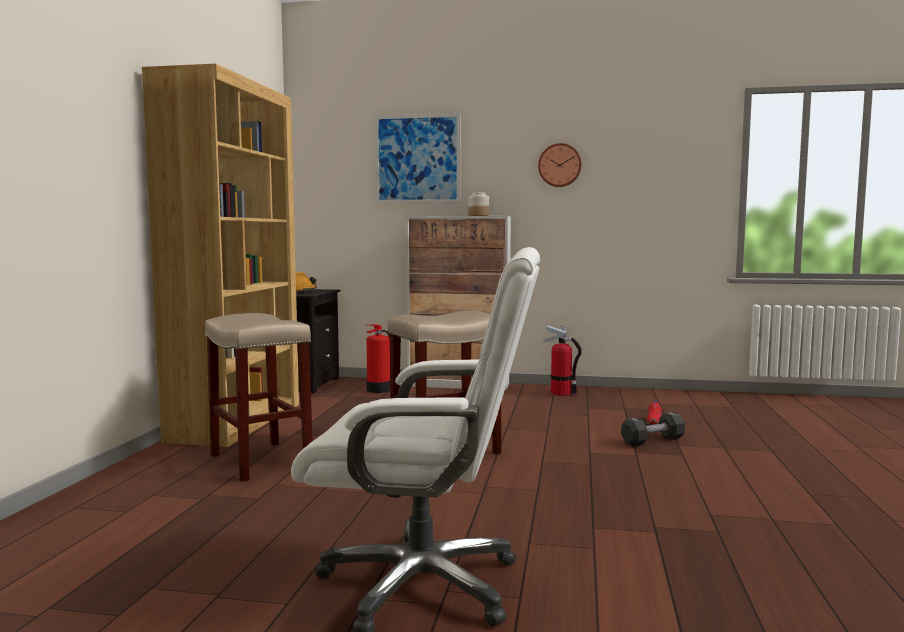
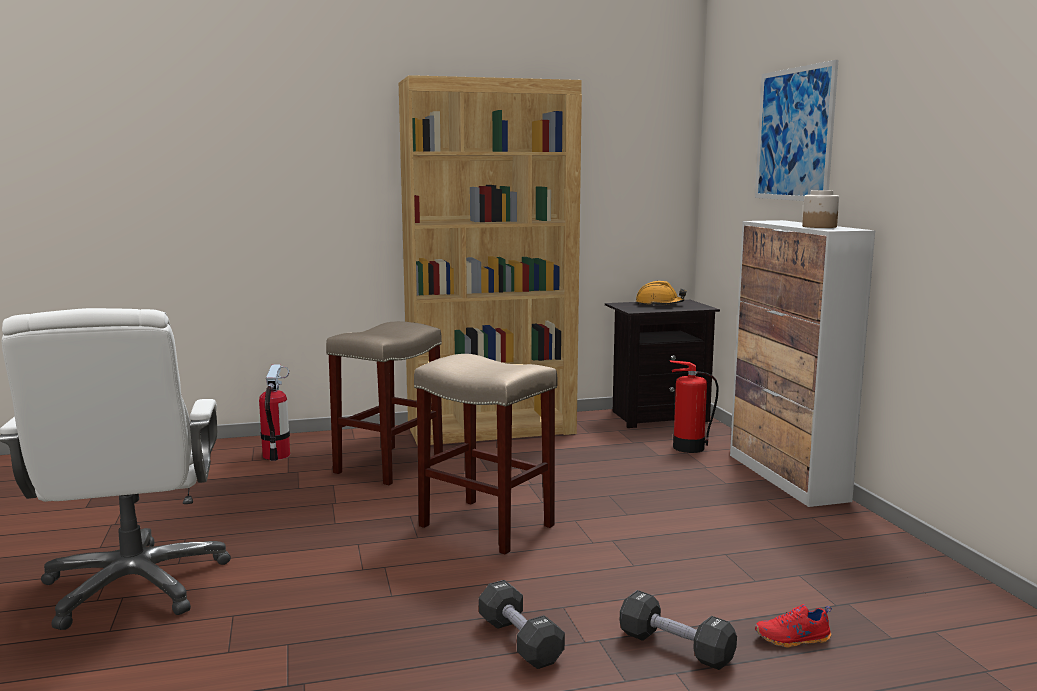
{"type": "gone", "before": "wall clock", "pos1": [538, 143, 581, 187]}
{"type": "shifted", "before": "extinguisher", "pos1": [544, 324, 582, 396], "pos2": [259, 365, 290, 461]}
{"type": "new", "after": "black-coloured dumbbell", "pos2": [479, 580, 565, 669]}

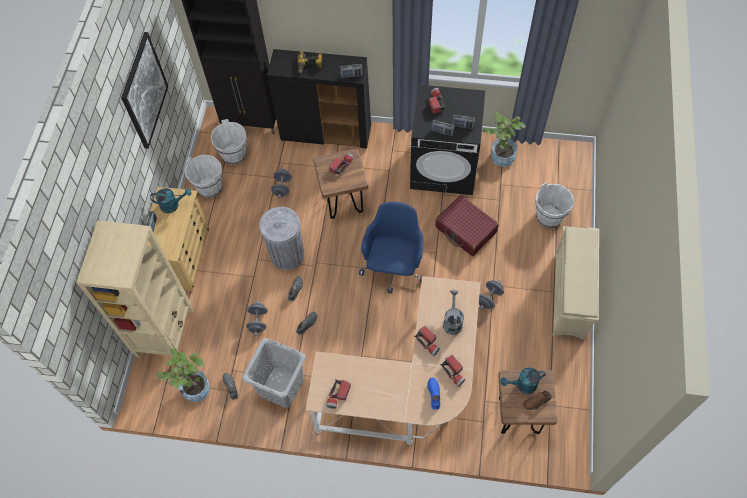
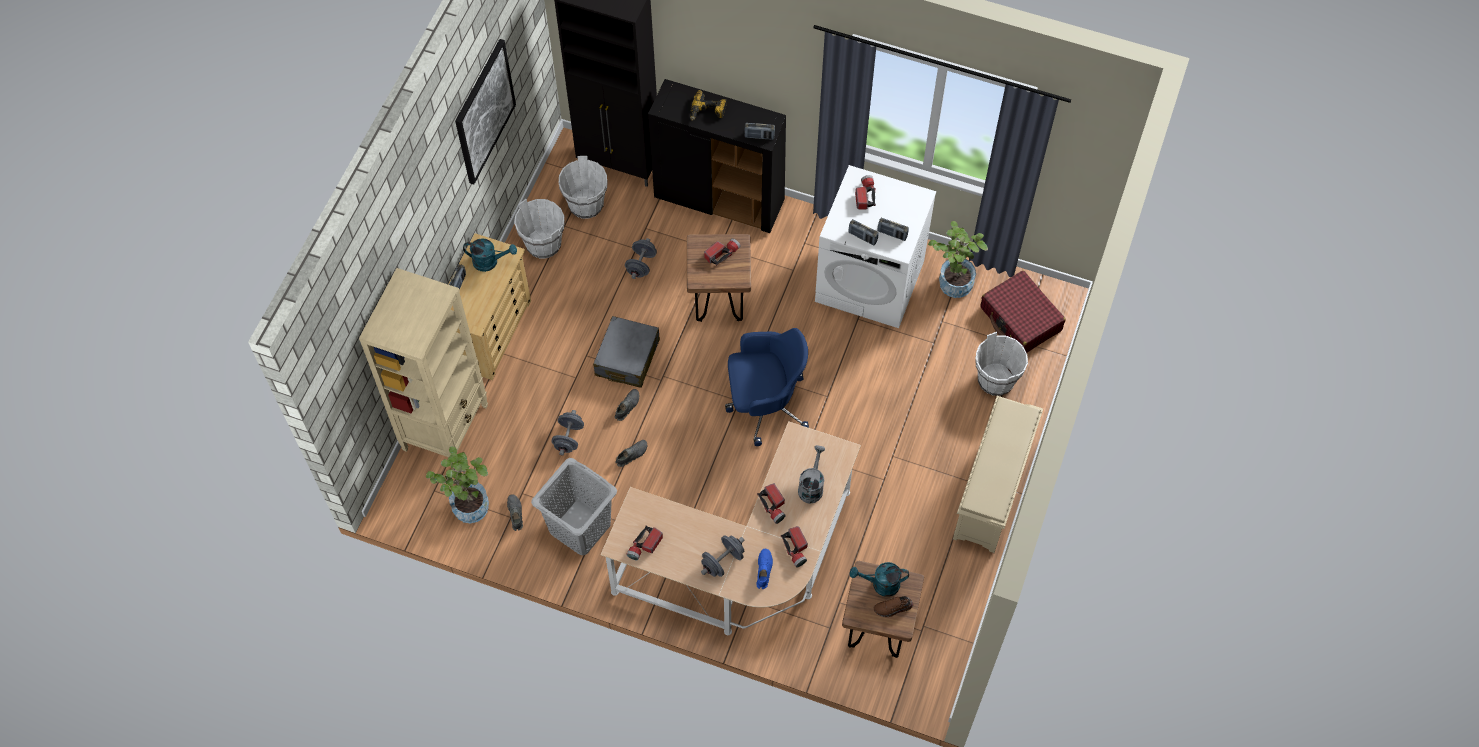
{"type": "repainted", "before": "black-coloured laundry appliance", "after": "white-coloured laundry appliance", "pos1": [410, 85, 485, 195], "pos2": [815, 165, 936, 328]}
{"type": "shifted", "before": "red piece of luggage", "pos1": [435, 195, 499, 256], "pos2": [981, 271, 1066, 353]}
{"type": "rotated", "before": "blue-coloured computer chair", "pos1": [359, 202, 424, 293], "pos2": [725, 328, 809, 446], "turn": 60}
{"type": "swapped", "before": "grey waste bin", "after": "grey piece of luggage", "pos1": [259, 207, 304, 270], "pos2": [593, 316, 660, 388]}
{"type": "shifted", "before": "grey dumbbell", "pos1": [479, 280, 504, 310], "pos2": [701, 535, 745, 577]}

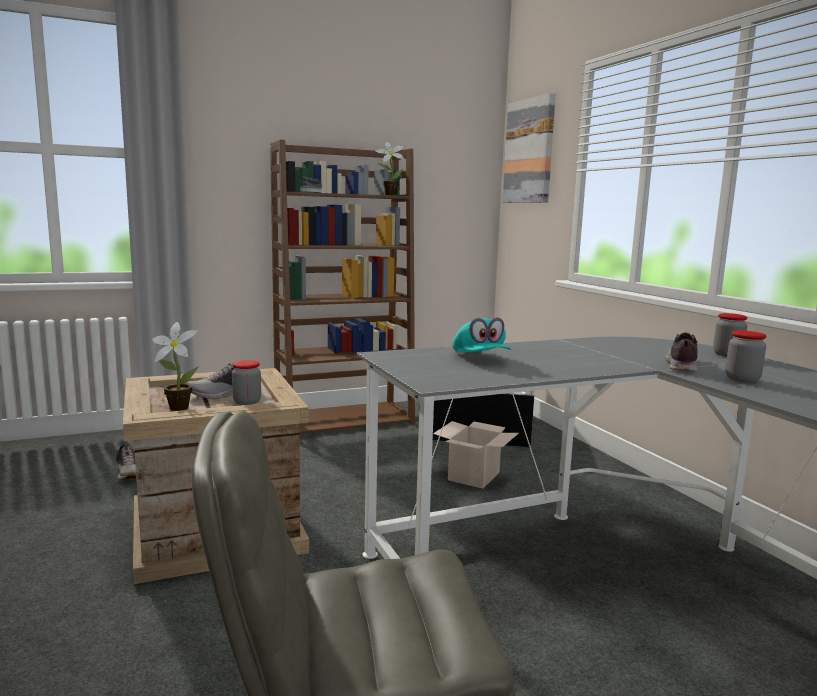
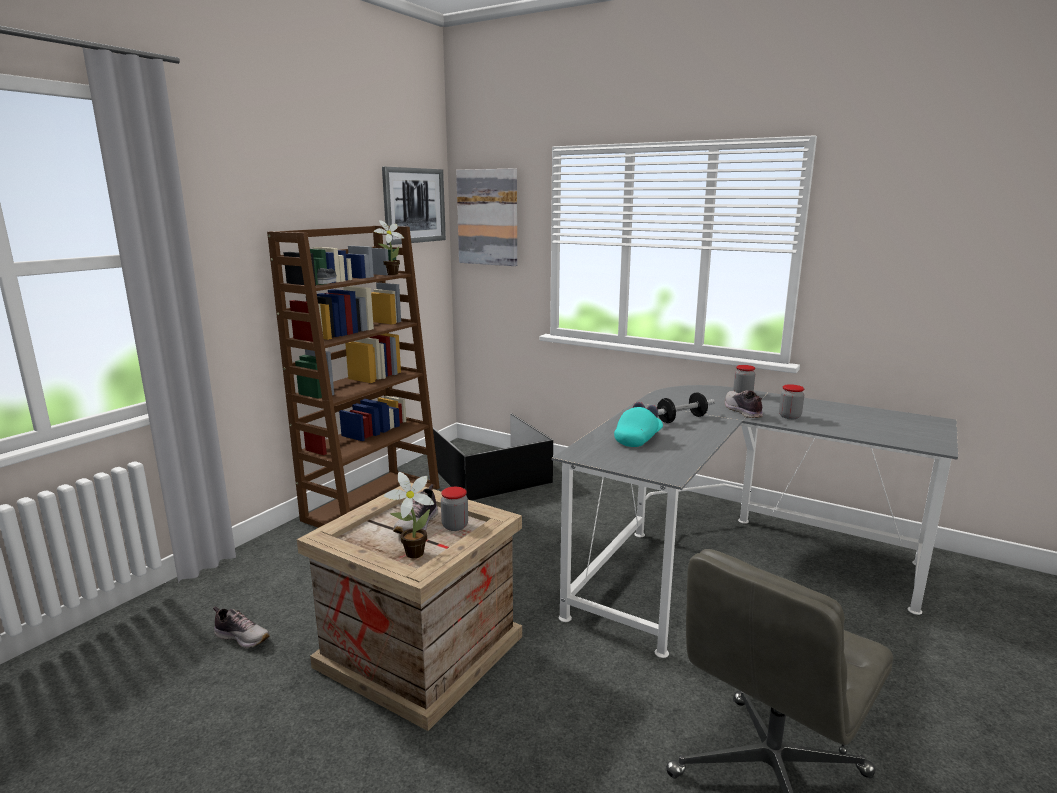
{"type": "rotated", "before": "turquoise baseball cap", "pos1": [452, 317, 511, 352], "pos2": [614, 402, 663, 447], "turn": -90}
{"type": "gone", "before": "carton", "pos1": [433, 421, 519, 489]}
{"type": "new", "after": "wall picture", "pos2": [382, 167, 446, 245]}
{"type": "new", "after": "dumbbell", "pos2": [657, 392, 715, 423]}

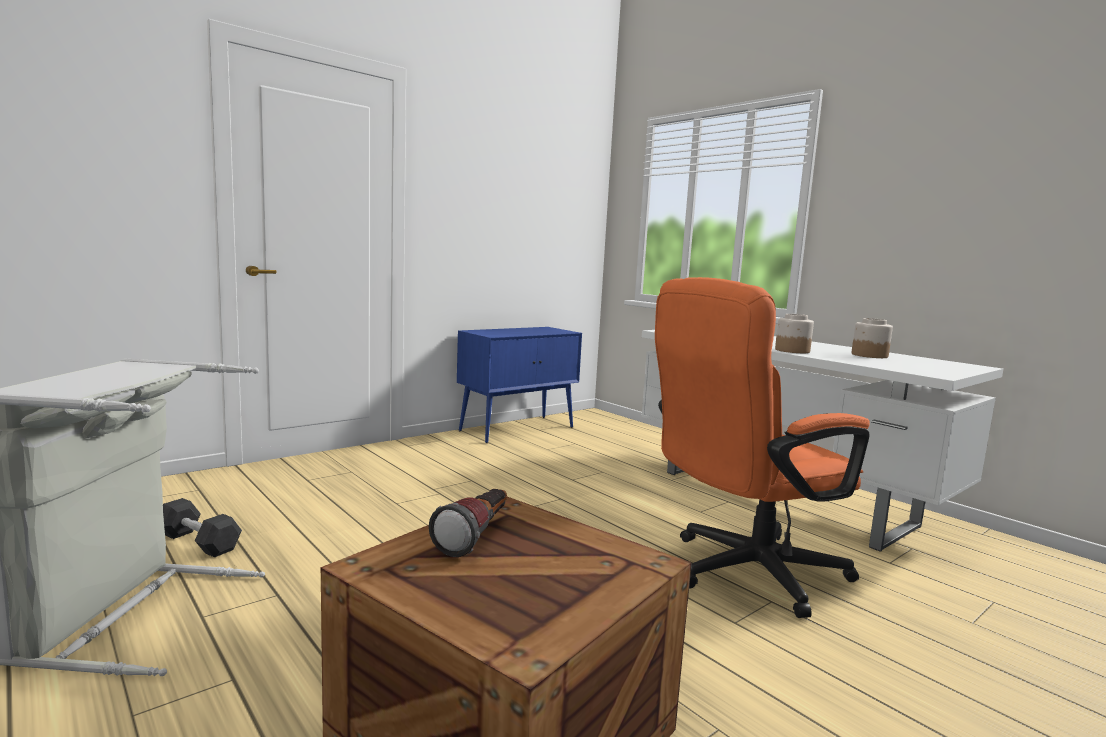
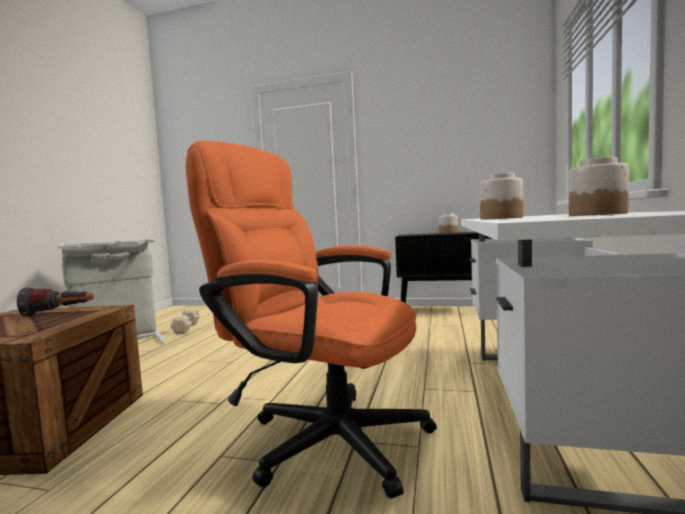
{"type": "repainted", "before": "blue-coloured cabinet", "after": "black-coloured cabinet", "pos1": [457, 327, 582, 443], "pos2": [395, 232, 492, 303]}
{"type": "repainted", "before": "black-coloured dumbbell", "after": "beige dumbbell", "pos1": [163, 498, 242, 558], "pos2": [170, 308, 200, 334]}
{"type": "new", "after": "storage jar", "pos2": [439, 213, 458, 234]}

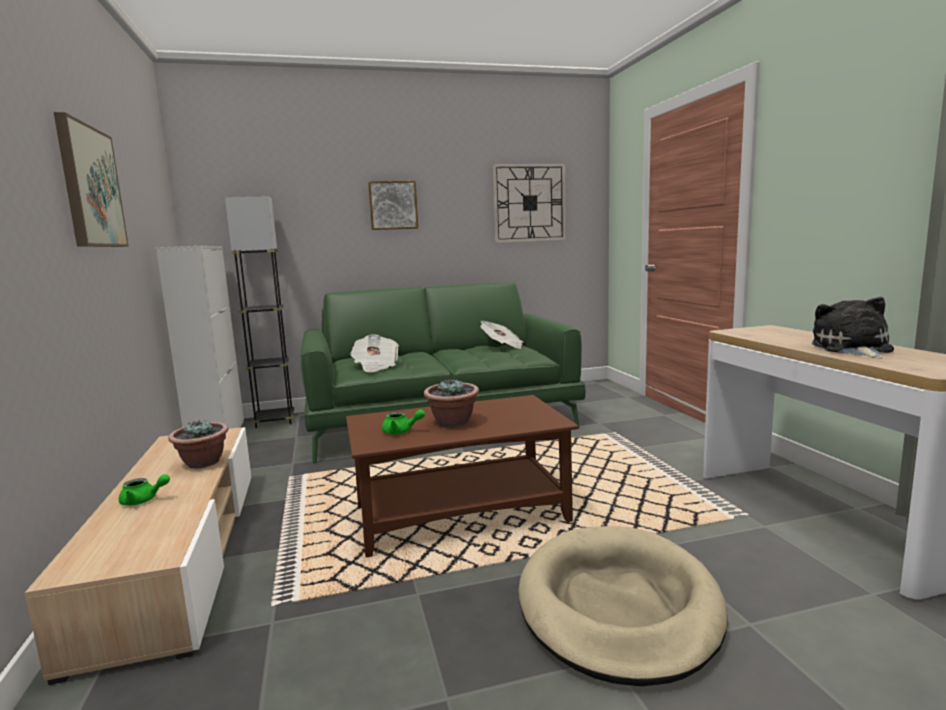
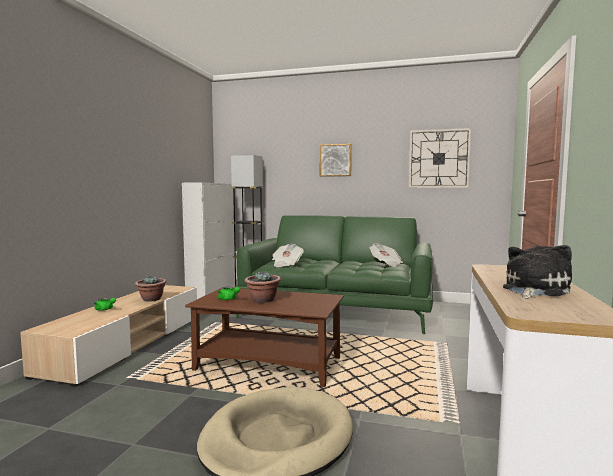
{"type": "gone", "before": "wall picture", "pos1": [54, 112, 129, 247]}

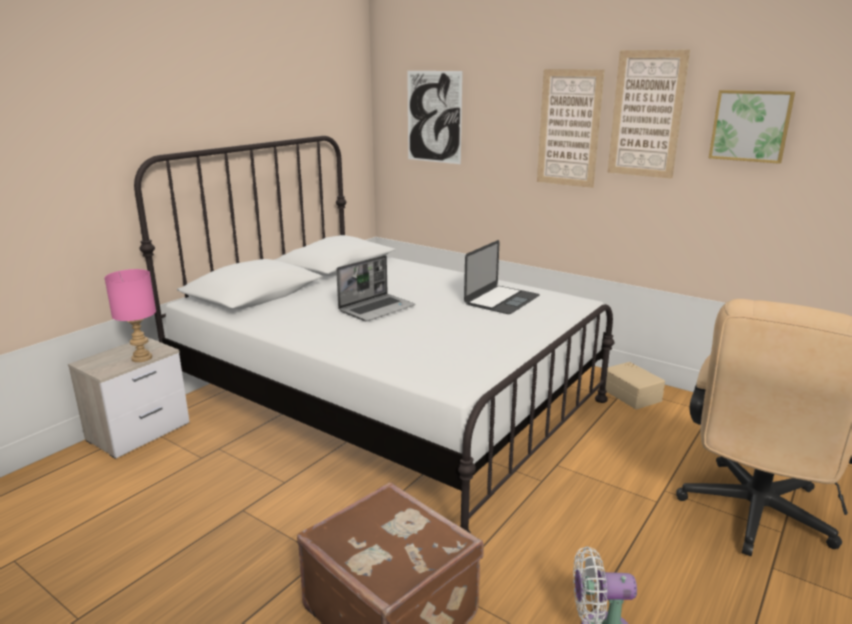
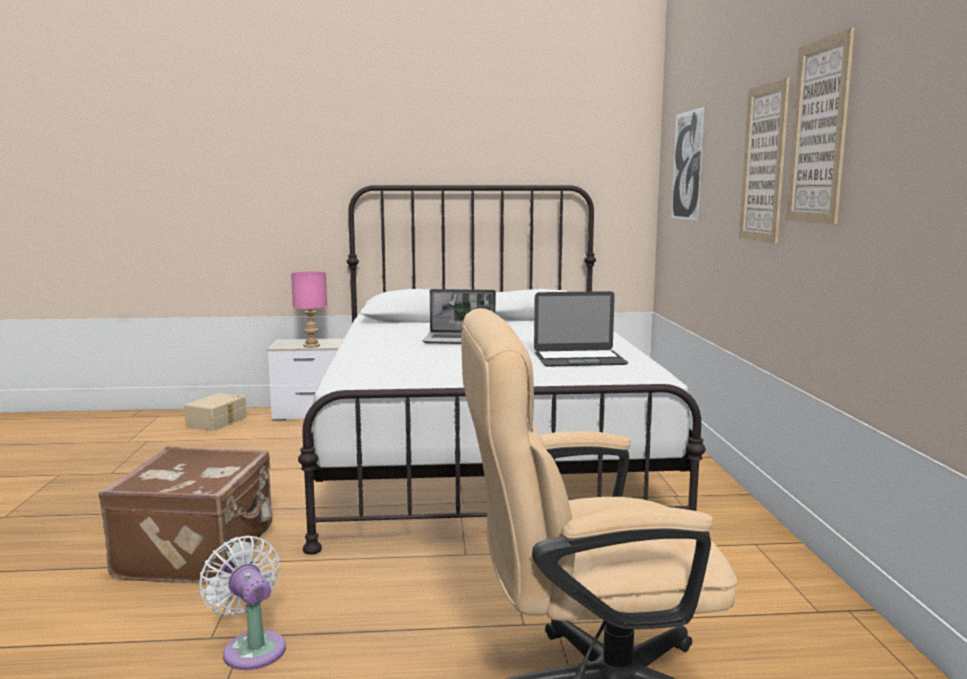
{"type": "gone", "before": "wall picture", "pos1": [709, 90, 795, 164]}
{"type": "shifted", "before": "beige storage bin", "pos1": [605, 362, 665, 409], "pos2": [184, 393, 246, 431]}

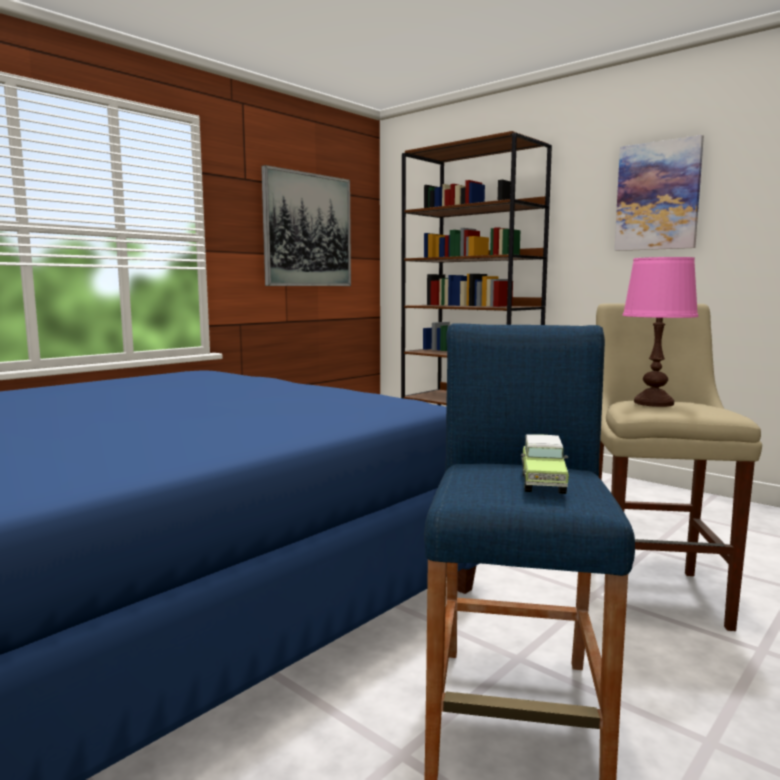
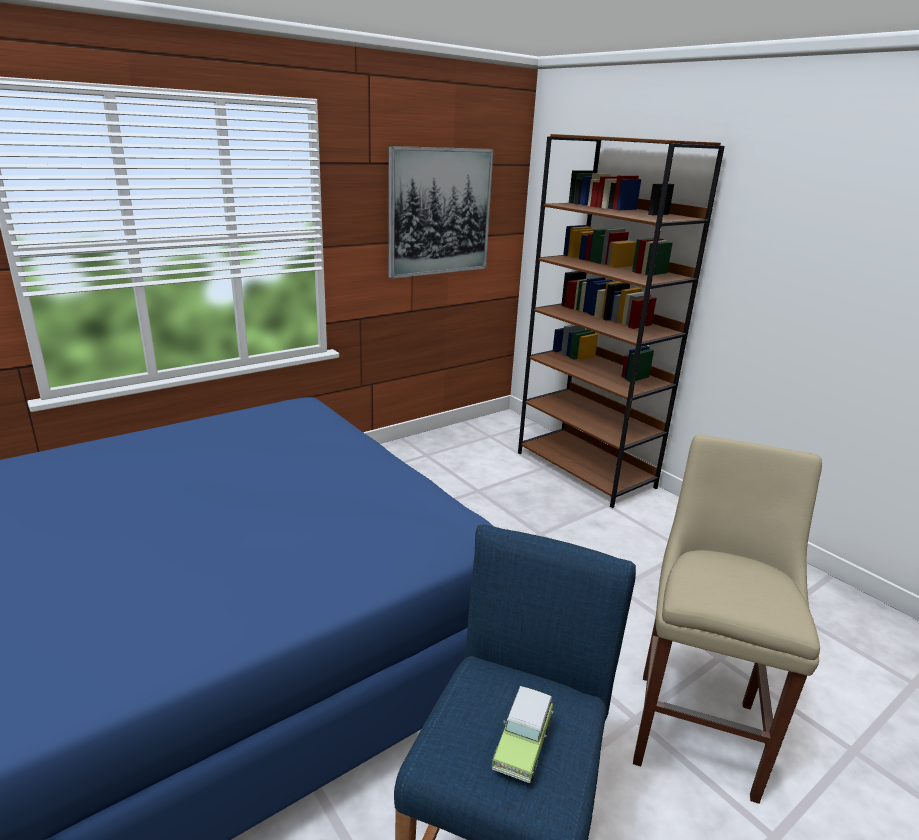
{"type": "gone", "before": "wall picture", "pos1": [614, 135, 704, 251]}
{"type": "gone", "before": "pinkish lamp for a table", "pos1": [622, 257, 698, 407]}

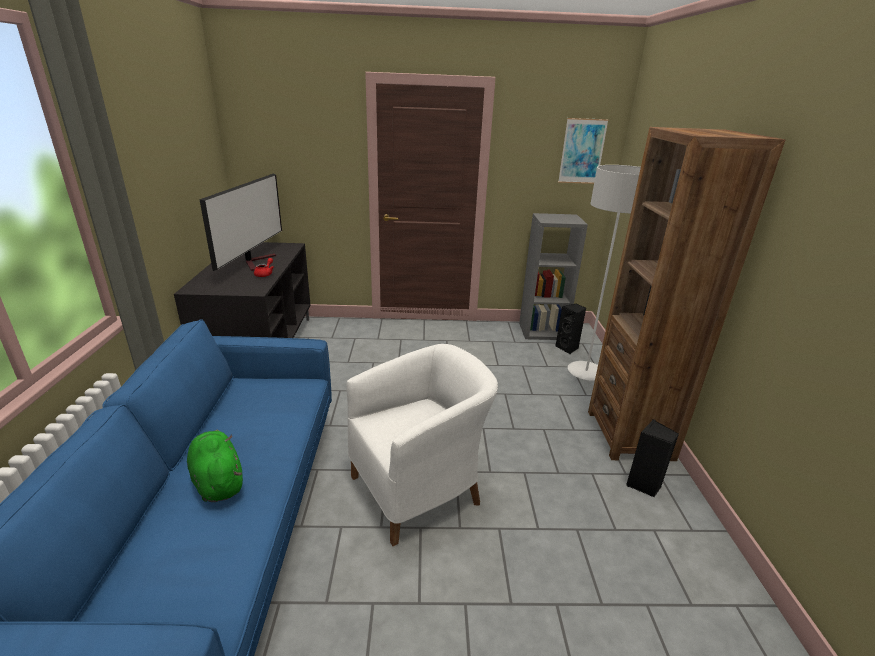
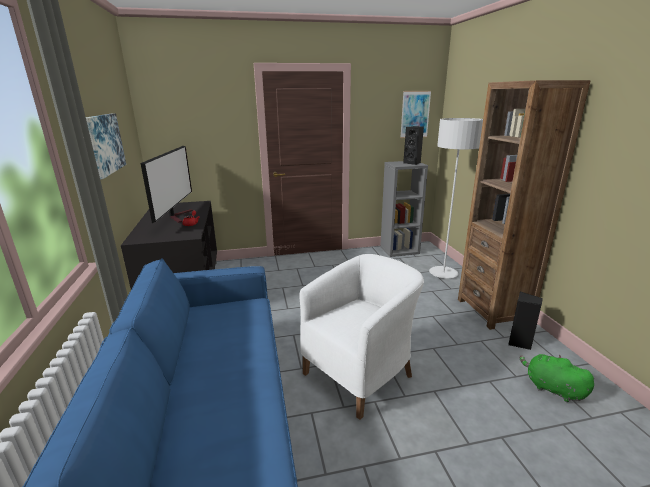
{"type": "shifted", "before": "black-coloured speaker", "pos1": [555, 303, 586, 354], "pos2": [403, 126, 424, 165]}
{"type": "shifted", "before": "green-coloured soft toy", "pos1": [187, 430, 243, 502], "pos2": [520, 354, 595, 402]}
{"type": "new", "after": "wall picture", "pos2": [86, 114, 126, 179]}

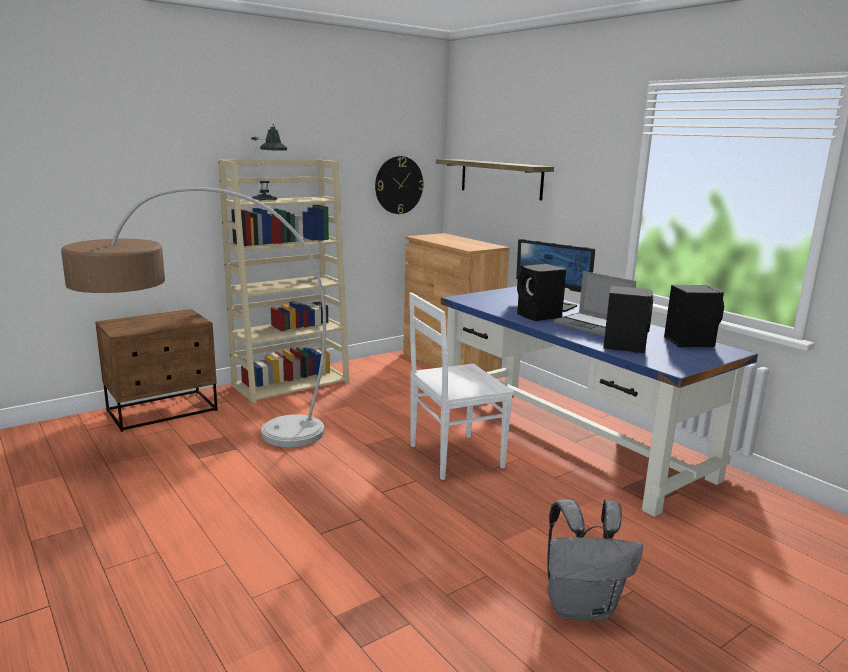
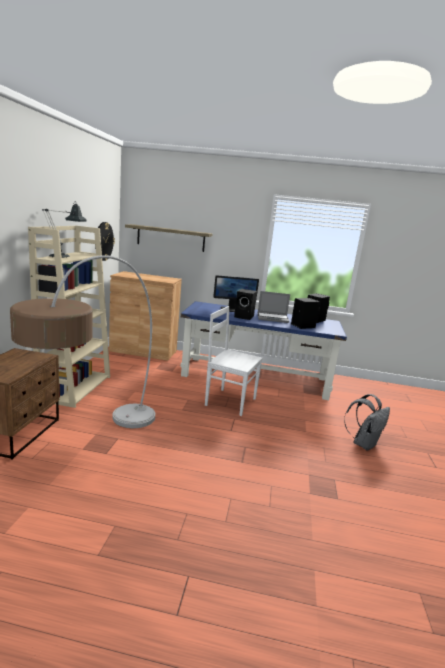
{"type": "rotated", "before": "white-coloured plain chair", "pos1": [409, 292, 514, 480], "pos2": [205, 306, 263, 416], "turn": 90}

